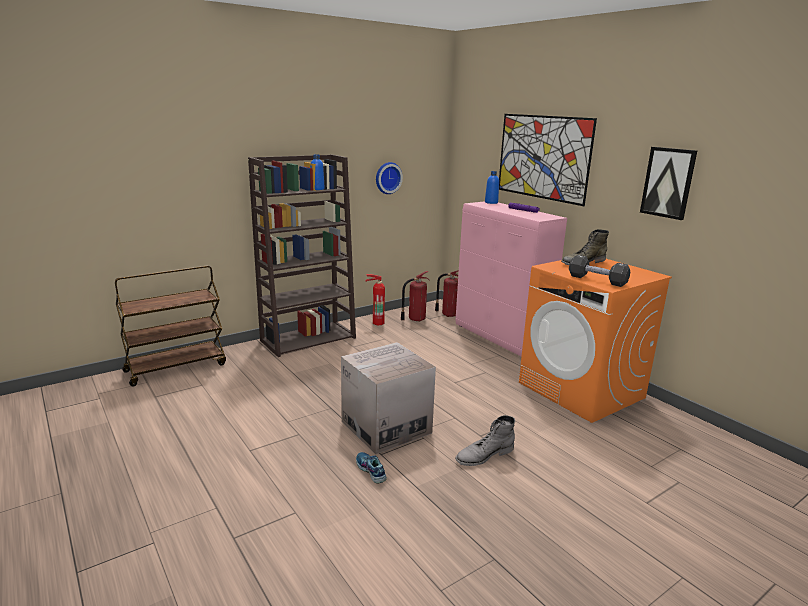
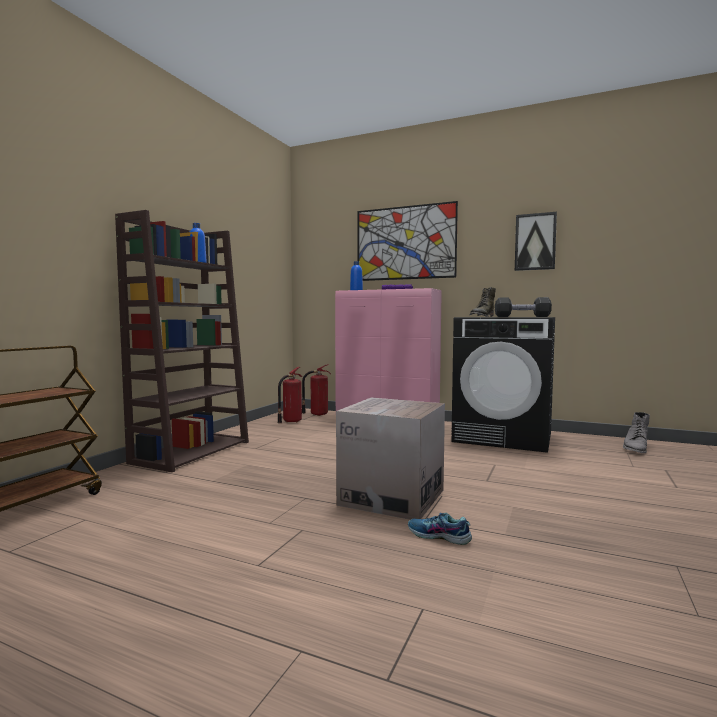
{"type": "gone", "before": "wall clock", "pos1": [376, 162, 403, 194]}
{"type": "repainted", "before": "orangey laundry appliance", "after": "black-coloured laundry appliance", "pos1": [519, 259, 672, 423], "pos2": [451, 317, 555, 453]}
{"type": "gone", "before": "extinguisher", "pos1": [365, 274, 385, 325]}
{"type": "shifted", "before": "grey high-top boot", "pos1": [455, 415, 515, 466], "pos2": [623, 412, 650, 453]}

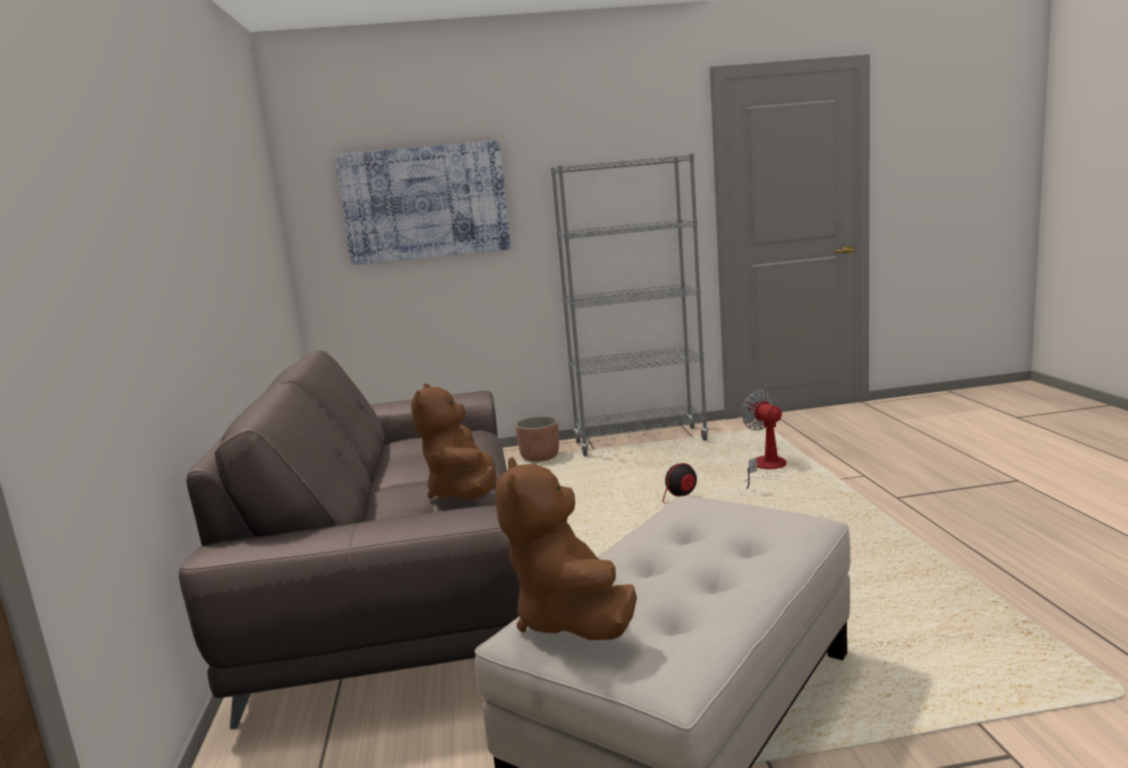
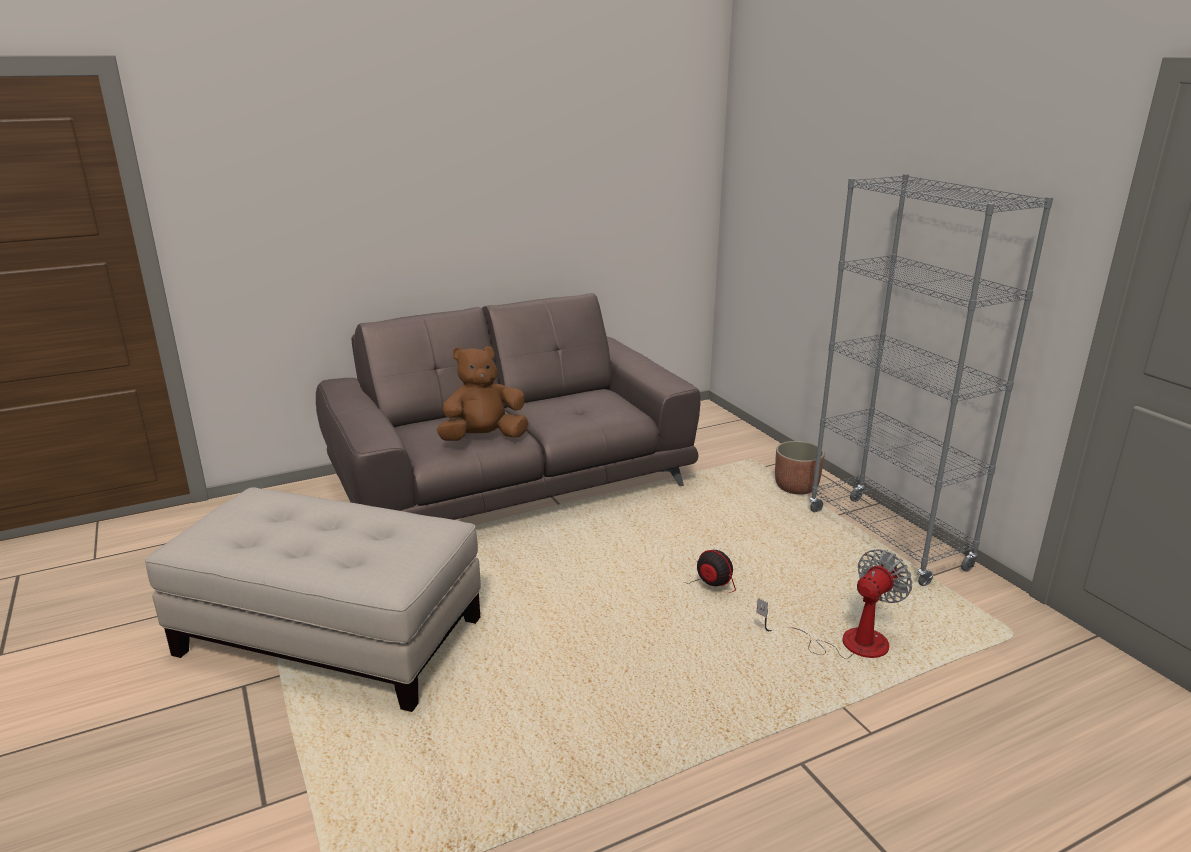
{"type": "gone", "before": "wall picture", "pos1": [334, 140, 511, 265]}
{"type": "gone", "before": "brown-coloured soft toy", "pos1": [496, 457, 637, 640]}

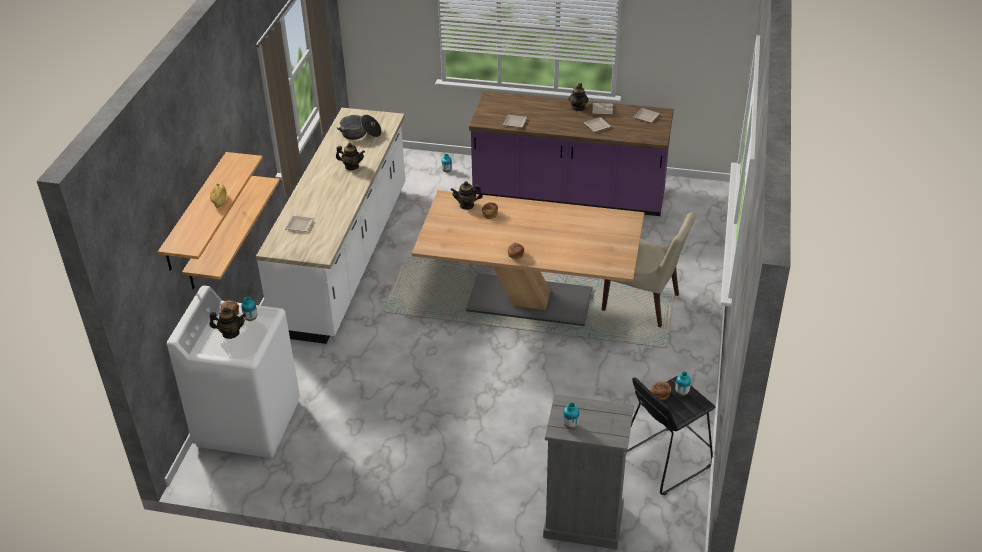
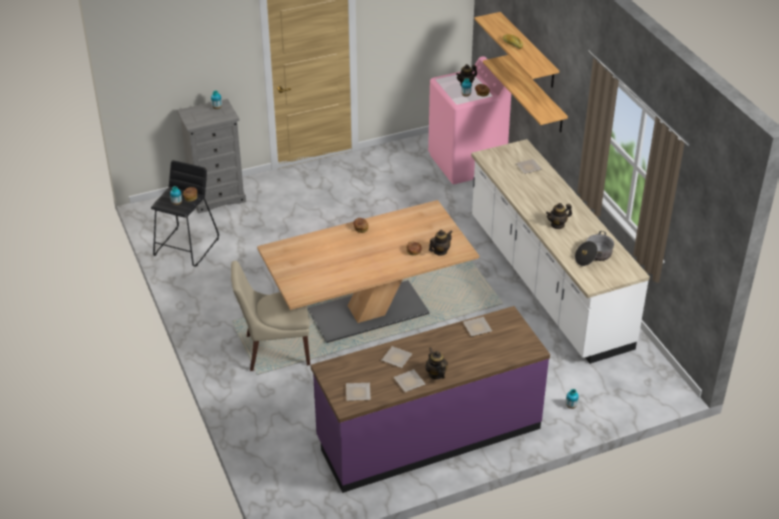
{"type": "repainted", "before": "white-coloured laundry appliance", "after": "pinkish laundry appliance", "pos1": [167, 286, 300, 458], "pos2": [428, 56, 511, 185]}

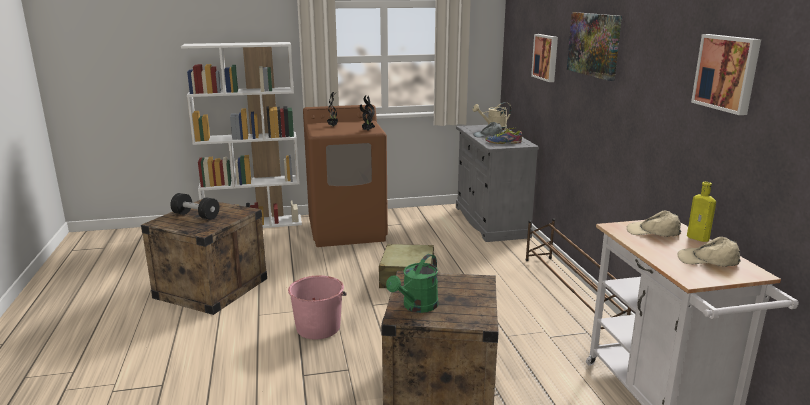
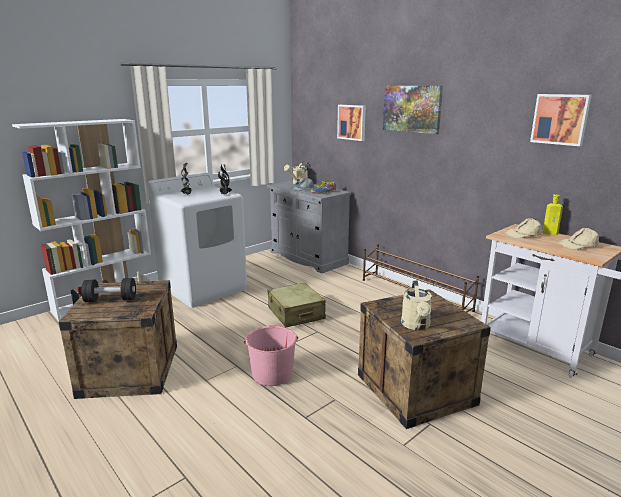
{"type": "repainted", "before": "brown-coloured laundry appliance", "after": "white-coloured laundry appliance", "pos1": [303, 105, 388, 247], "pos2": [147, 173, 247, 308]}
{"type": "repainted", "before": "green-coloured watering can", "after": "beige watering can", "pos1": [386, 254, 438, 313], "pos2": [401, 280, 432, 330]}

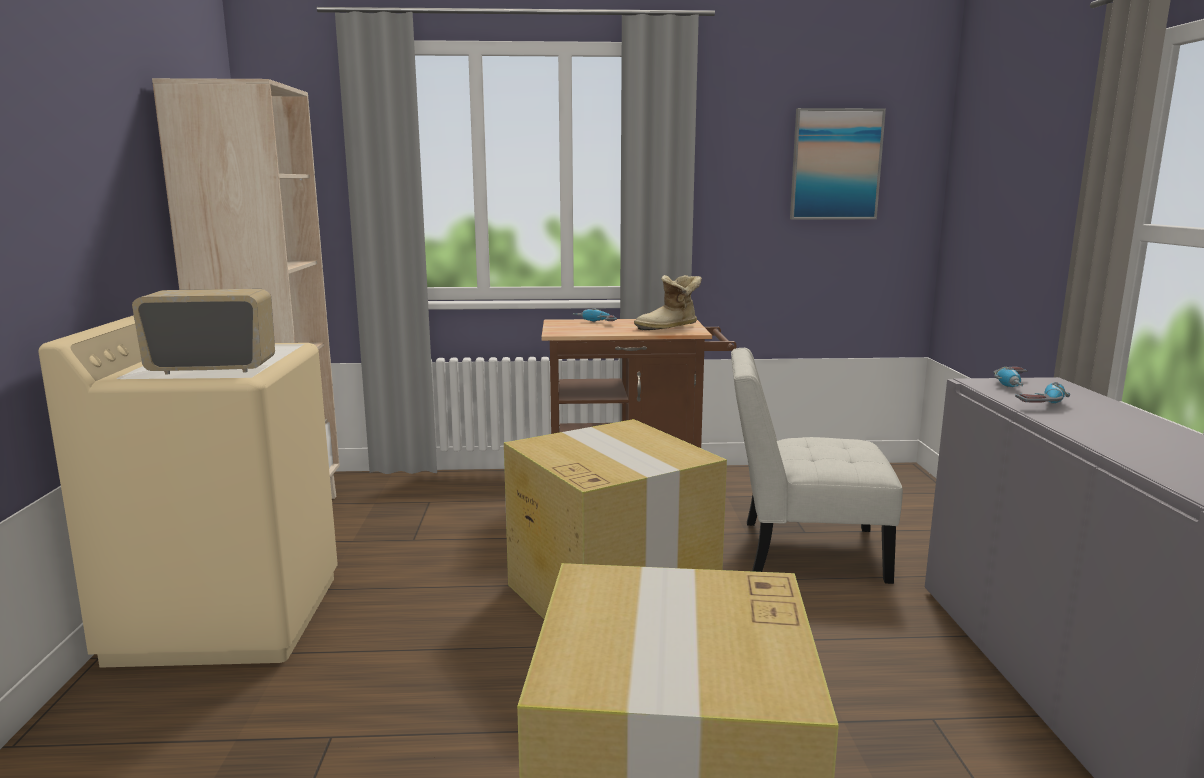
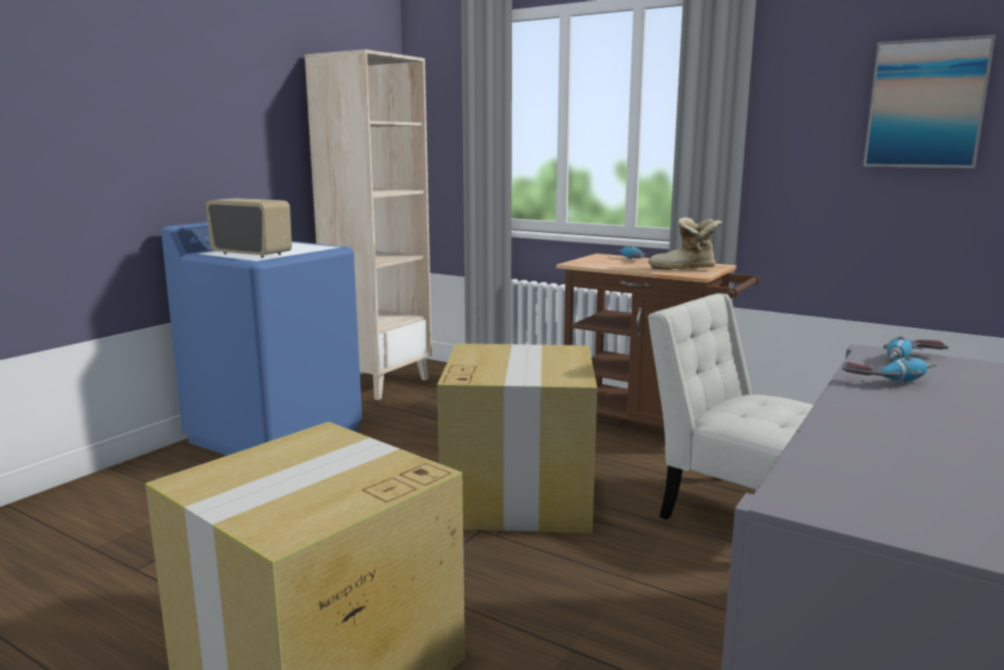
{"type": "repainted", "before": "beige laundry appliance", "after": "blue-coloured laundry appliance", "pos1": [38, 315, 338, 668], "pos2": [161, 222, 362, 456]}

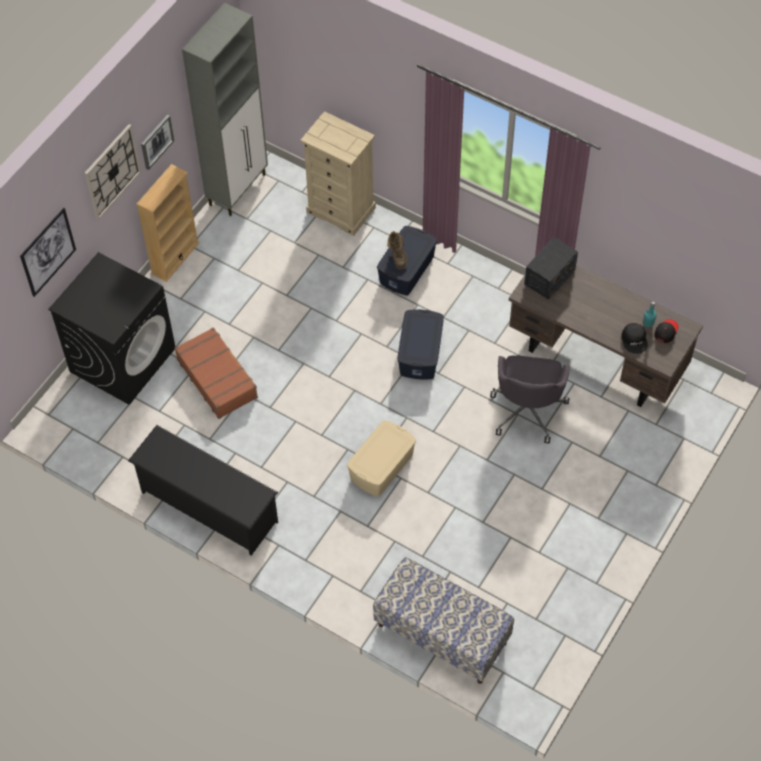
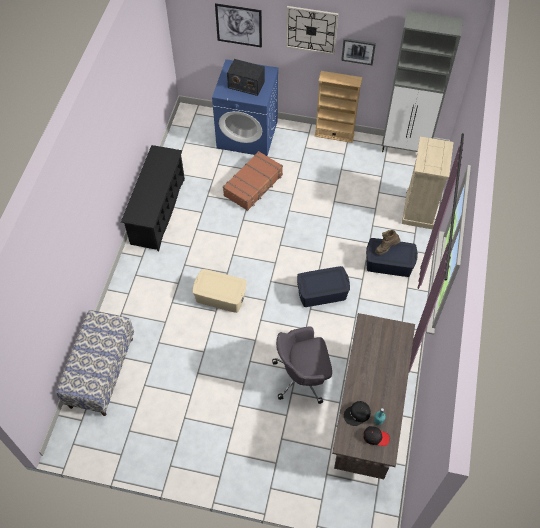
{"type": "shifted", "before": "radio", "pos1": [524, 237, 578, 299], "pos2": [227, 59, 265, 96]}
{"type": "repainted", "before": "black-coloured laundry appliance", "after": "blue-coloured laundry appliance", "pos1": [48, 252, 175, 405], "pos2": [212, 59, 278, 156]}

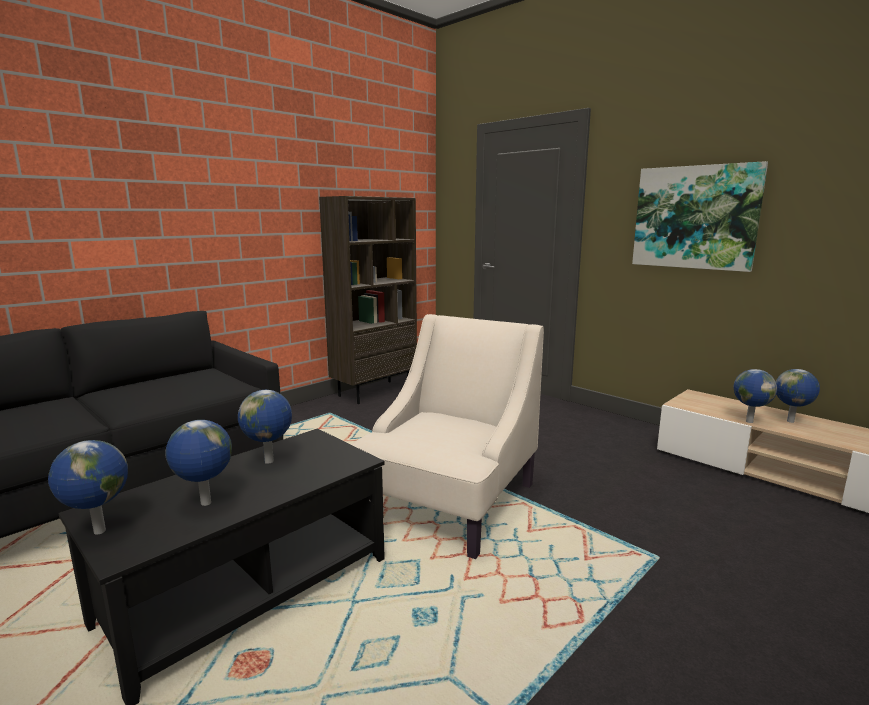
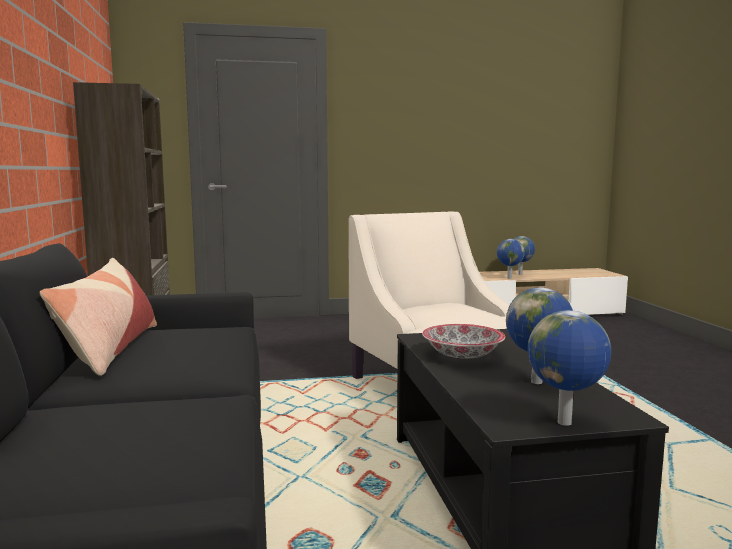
{"type": "gone", "before": "wall picture", "pos1": [632, 161, 768, 272]}
{"type": "swapped", "before": "world globe", "after": "serving bowl", "pos1": [238, 390, 292, 464], "pos2": [422, 324, 505, 359]}
{"type": "new", "after": "pillow", "pos2": [40, 258, 157, 376]}

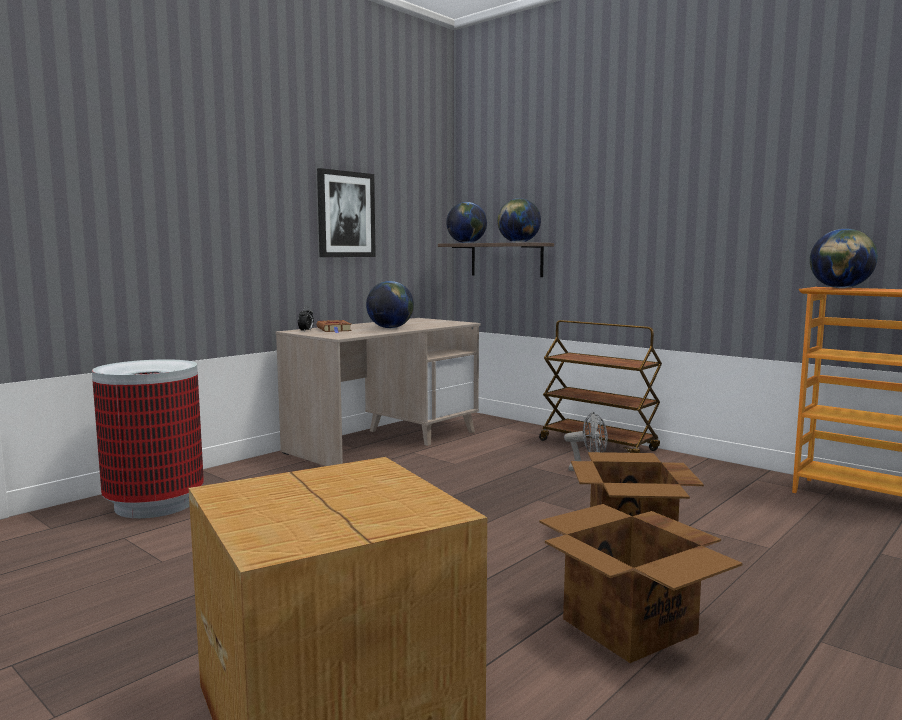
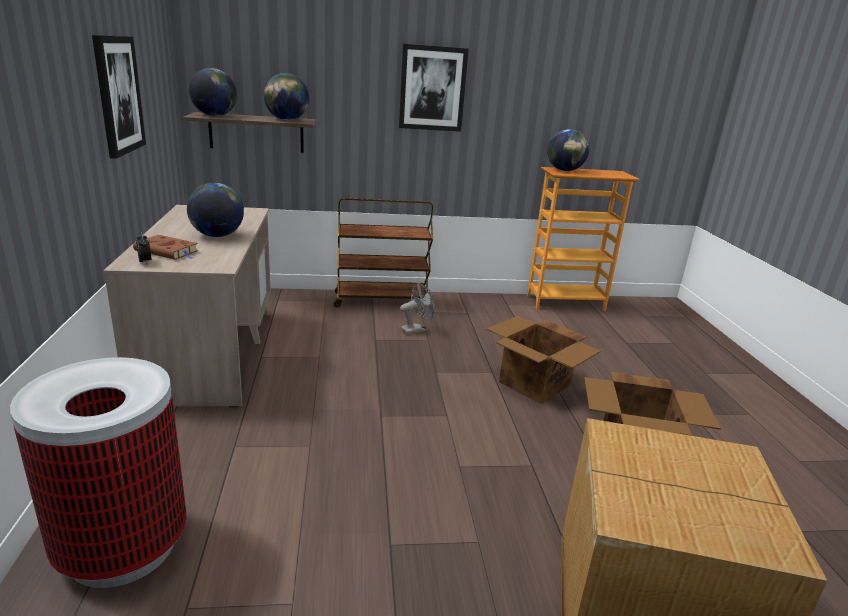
{"type": "new", "after": "wall picture", "pos2": [399, 44, 469, 132]}

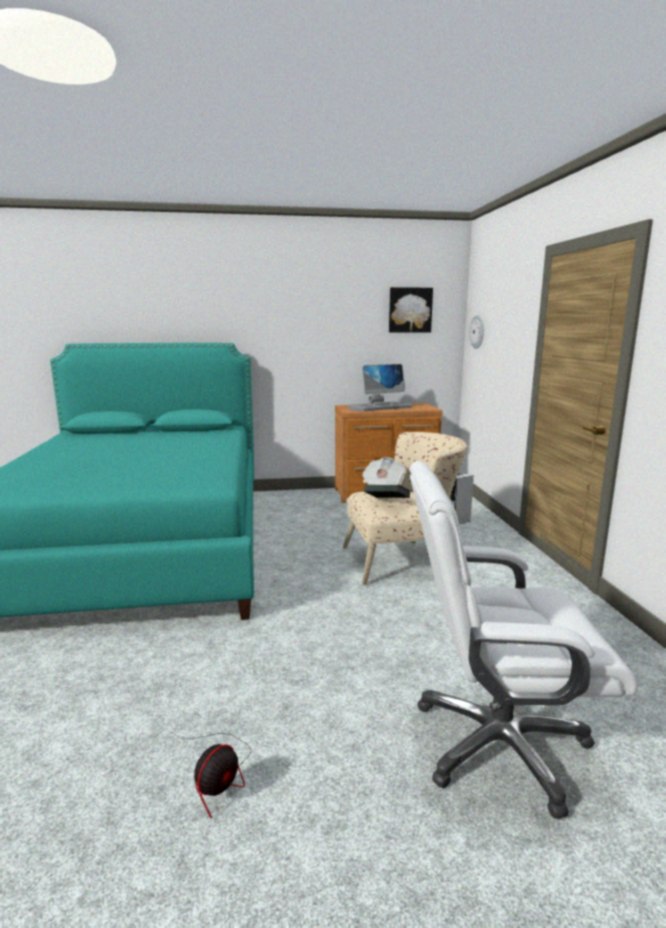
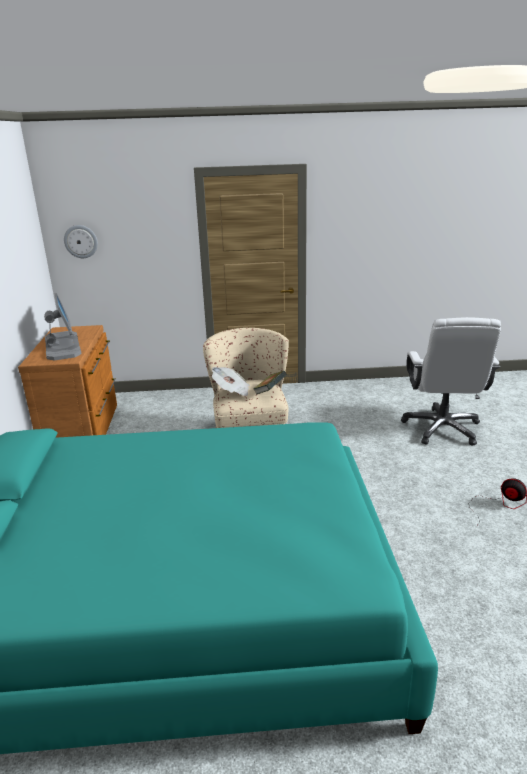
{"type": "gone", "before": "wall picture", "pos1": [389, 287, 433, 333]}
{"type": "gone", "before": "grey speaker", "pos1": [450, 474, 474, 524]}

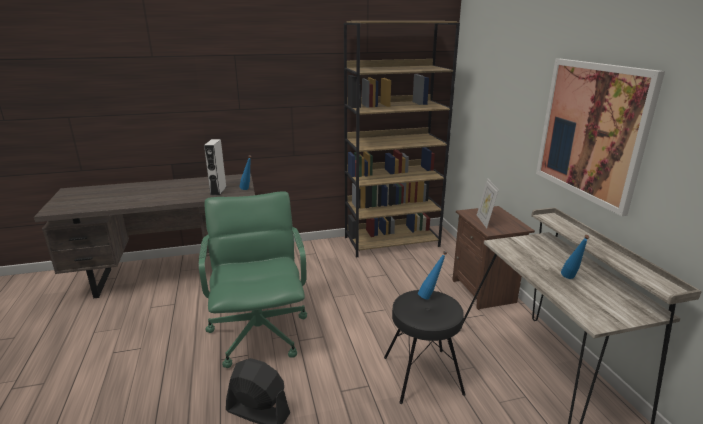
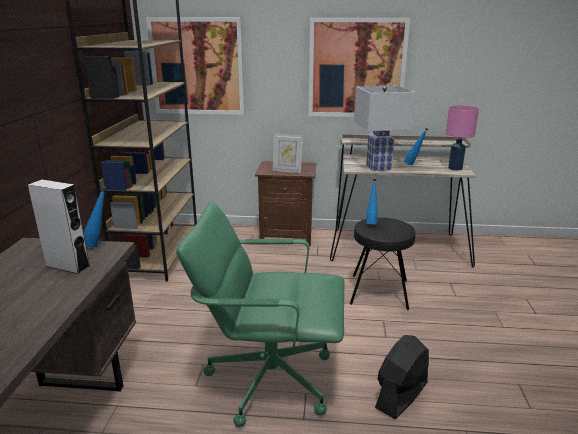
{"type": "new", "after": "wall picture", "pos2": [146, 17, 245, 115]}
{"type": "new", "after": "white-coloured lamp for a table", "pos2": [354, 85, 416, 171]}
{"type": "new", "after": "pinkish lamp for a table", "pos2": [446, 105, 479, 171]}

